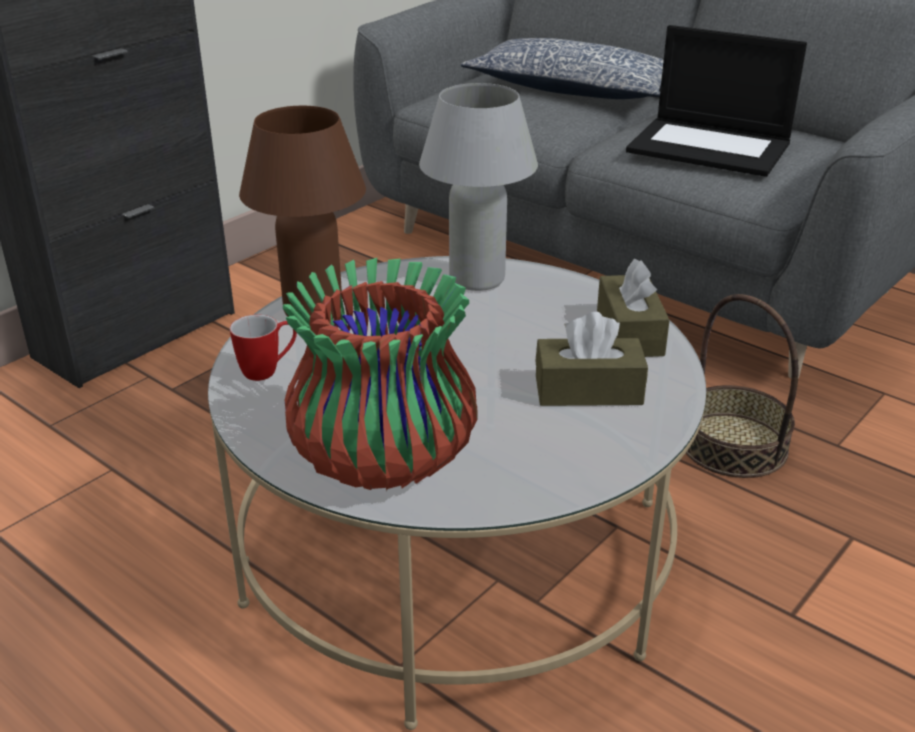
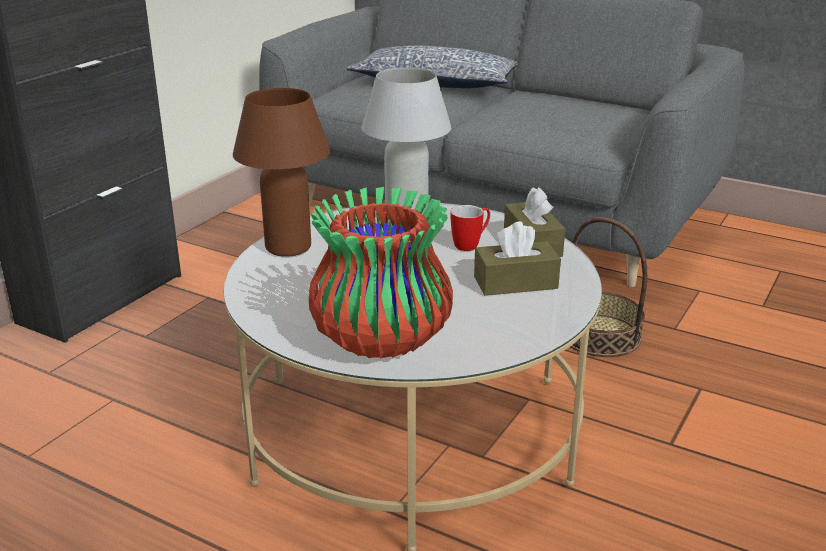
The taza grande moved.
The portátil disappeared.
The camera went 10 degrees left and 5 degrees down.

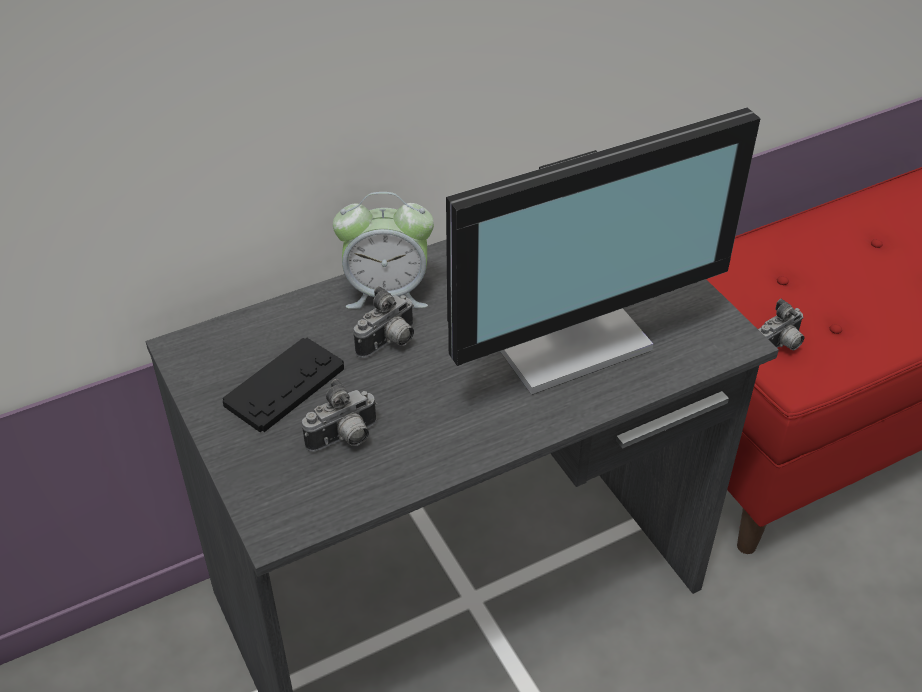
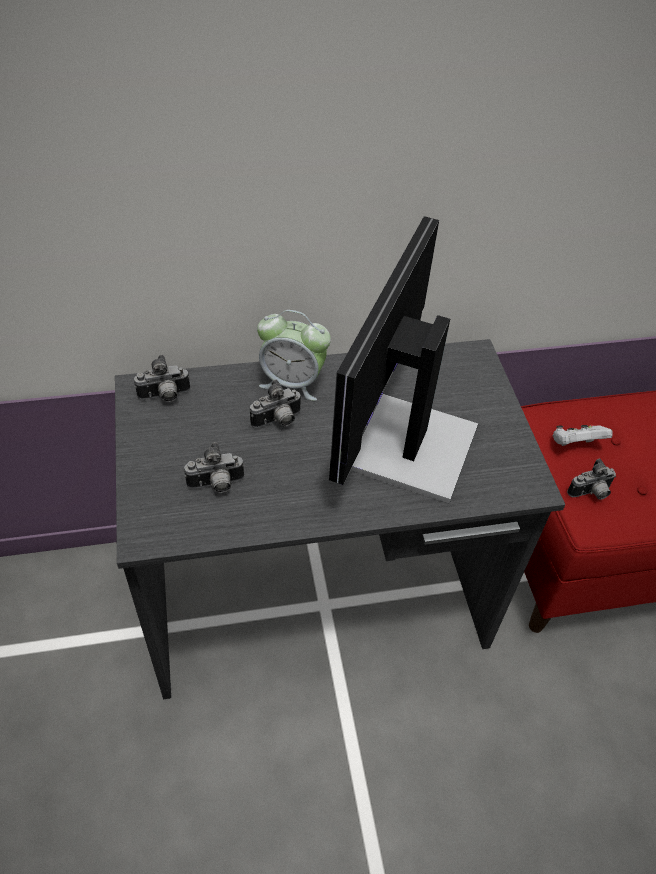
The cámara (no. 1 from left) appeared.
The monitor turned 120 degrees clockwise.
The mando de consola (blanco) appeared.
The mando de consola (negro) disappeared.
The camera went 15 degrees right and 5 degrees up.

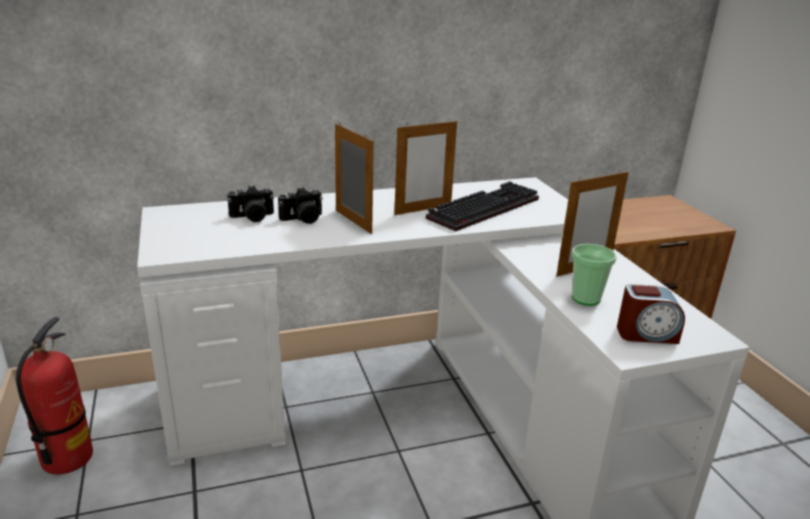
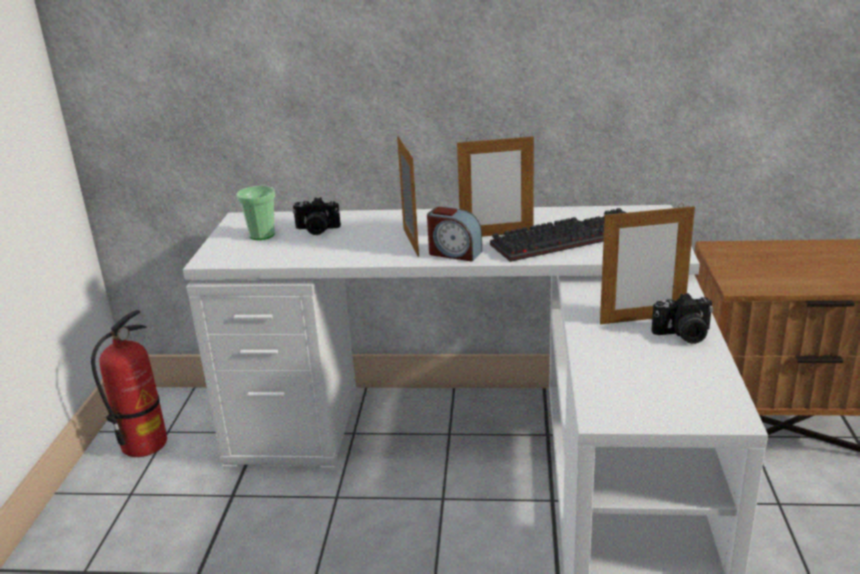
The taza moved.
The despertador moved.
The cámara (no. 2 from left) moved.
The camera went 25 degrees right and 0 degrees up.

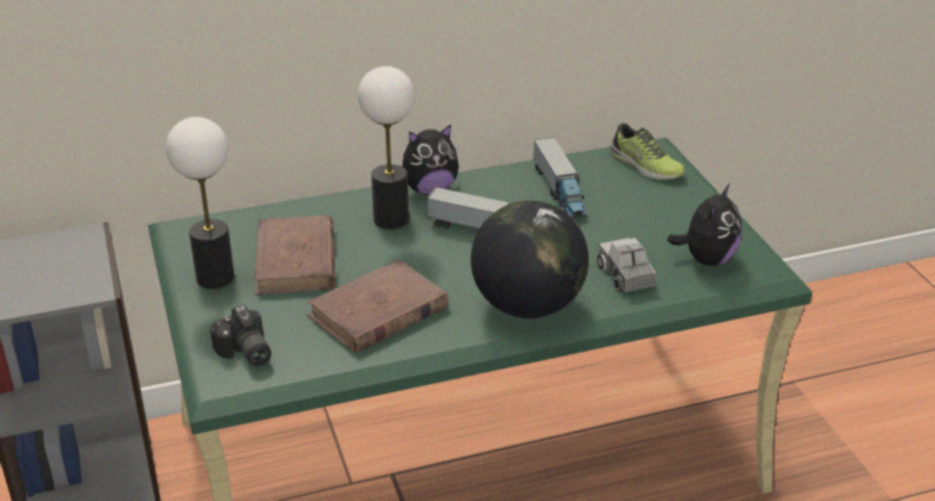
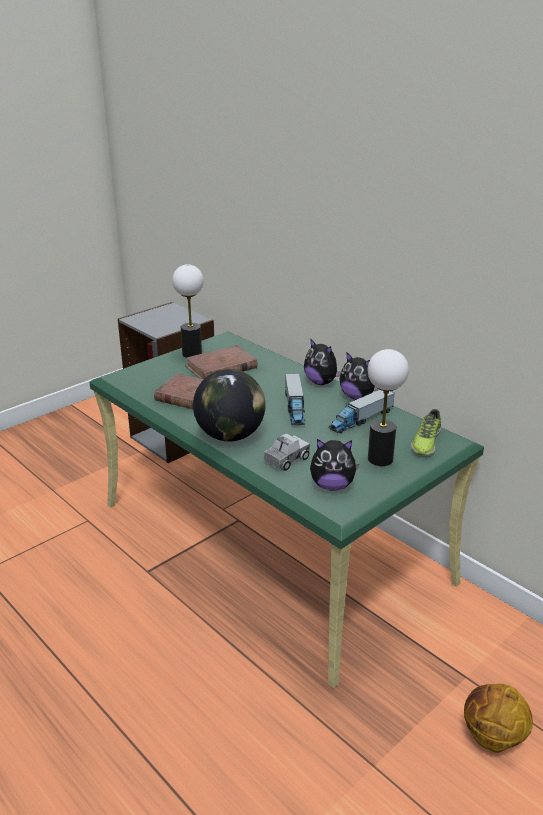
The peluche (no. 3 from left) appeared.
The lámpara de mesa (no. 2 from left) moved.
The balón de baloncesto appeared.
The cámara disappeared.
The camera went 65 degrees right and 5 degrees down.

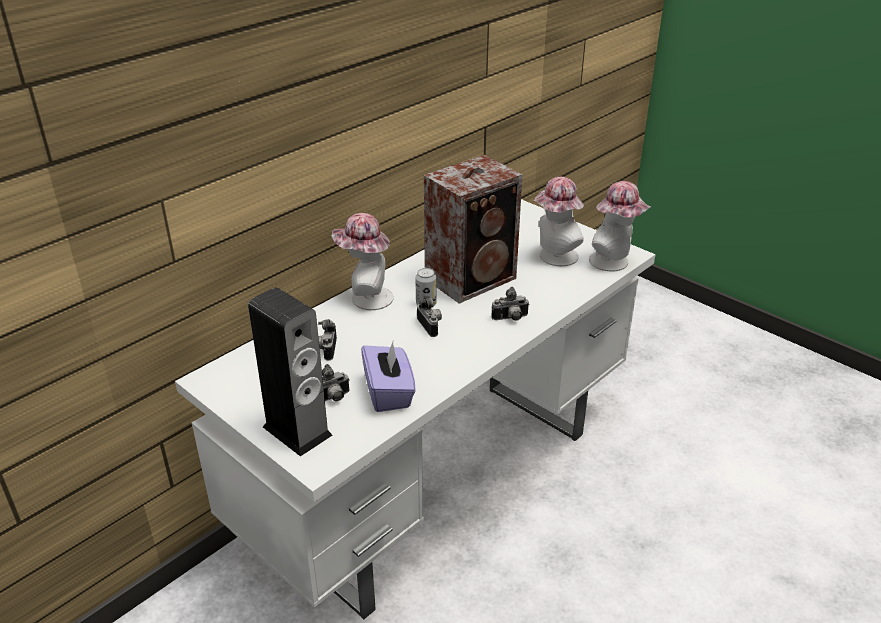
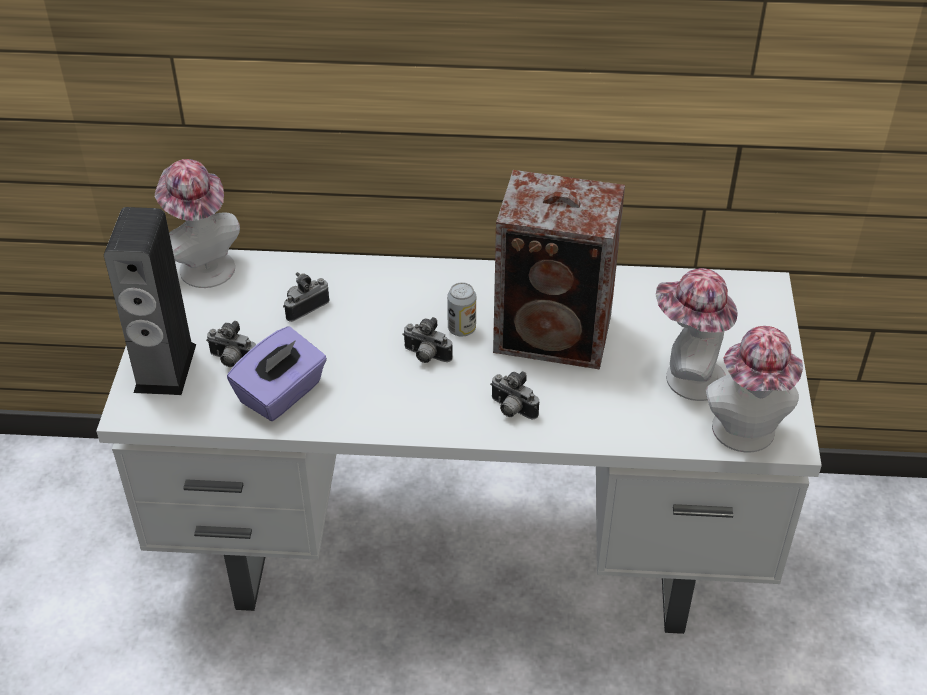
The sombrero (no. 1 from left) moved.
The cámara (no. 3 from left) turned 90 degrees clockwise.
The camera went 50 degrees right and 10 degrees up.

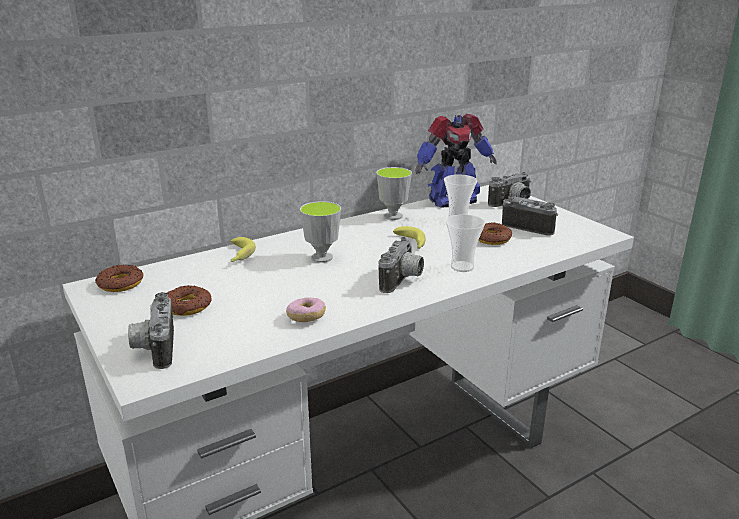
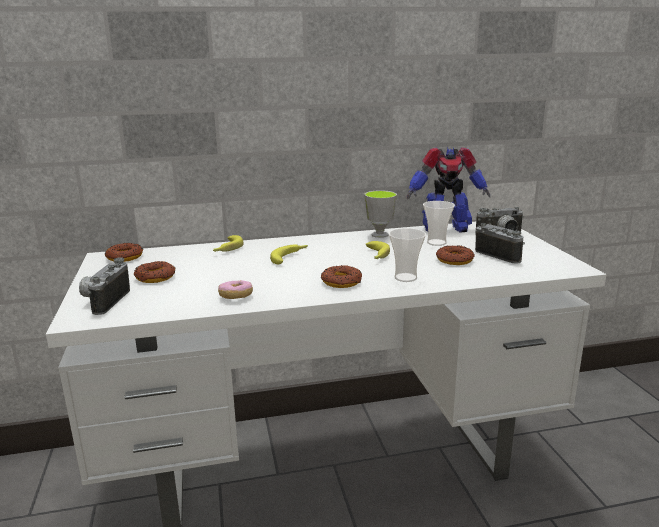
The taza (no. 1 from left) was replaced by the plátano (no. 2 from left).
The cámara (no. 2 from left) was replaced by the rosquilla (no. 4 from left).
The camera went 20 degrees right and 5 degrees down.

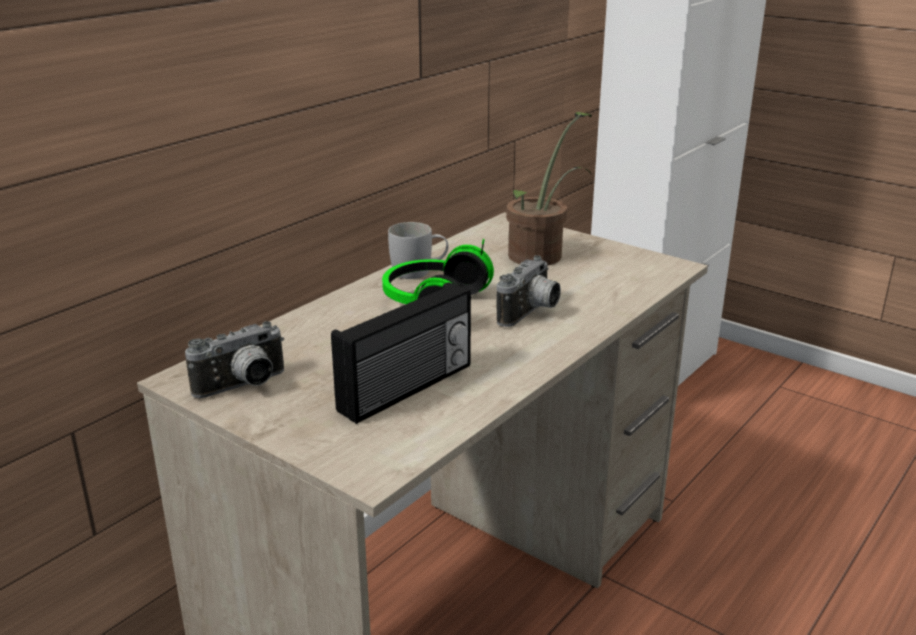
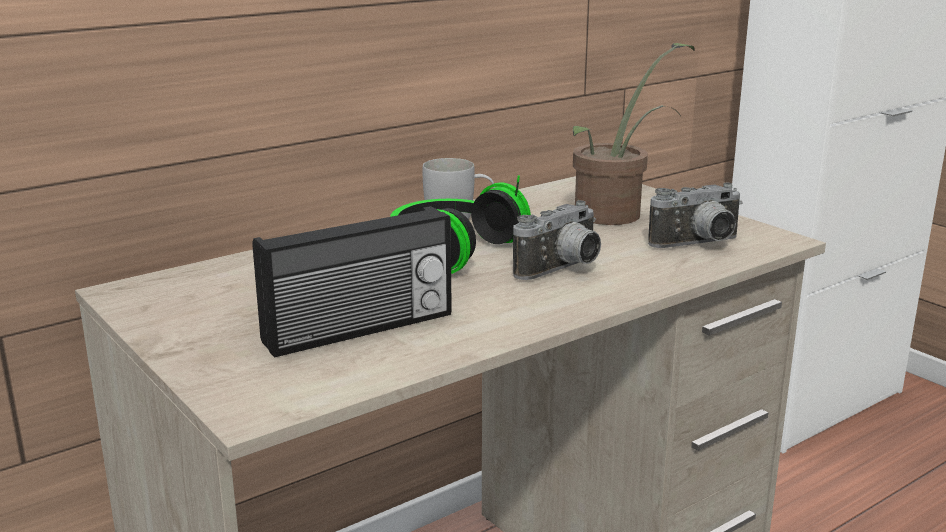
The cámara (no. 1 from left in the first image) moved.
The camera went 15 degrees right and 5 degrees down.

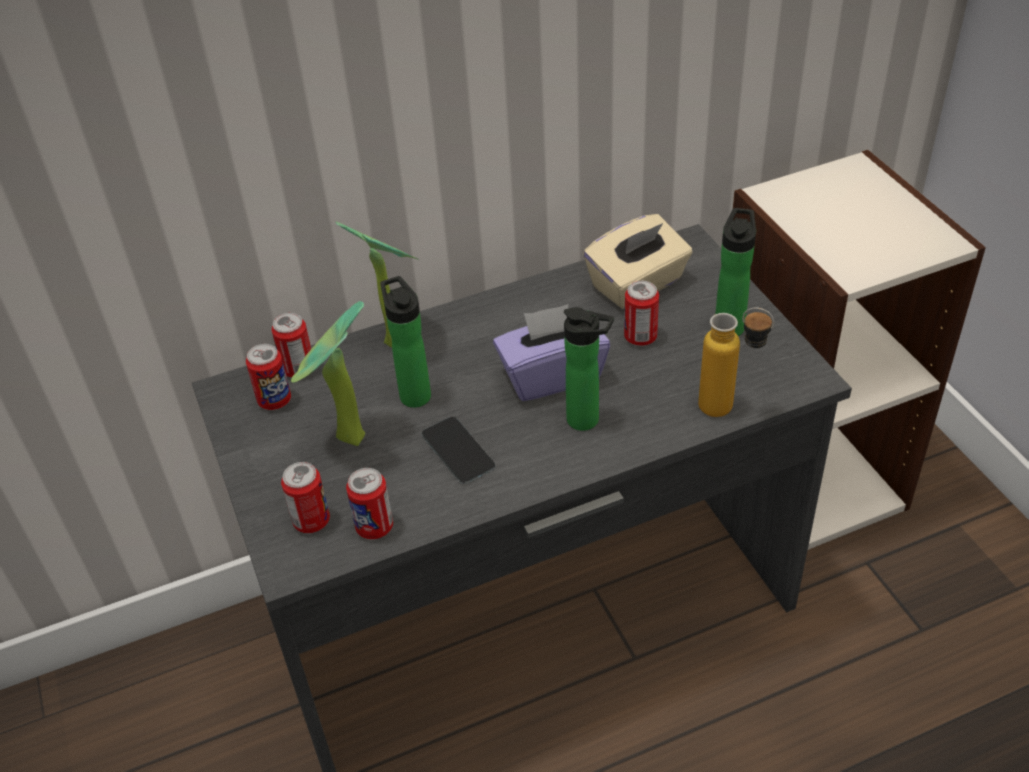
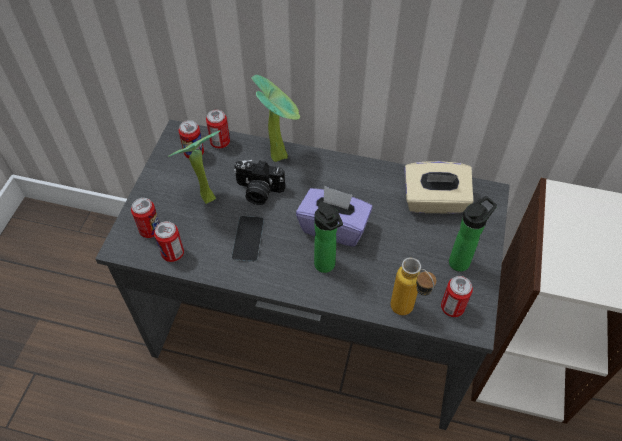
The botella (no. 1 from left) was replaced by the cámara.
The lata (no. 5 from left) moved.
The camera went 35 degrees right and 10 degrees up.

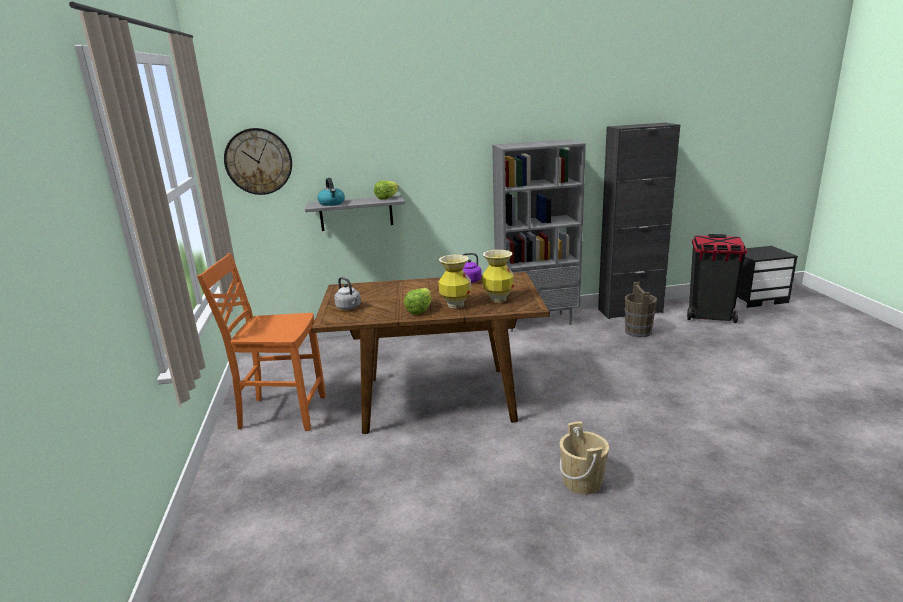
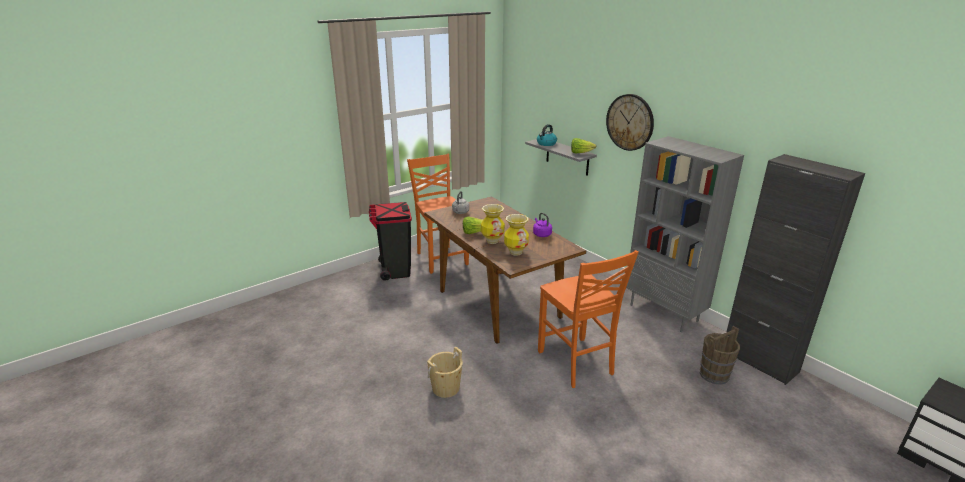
The papelera (negro) moved.
The silla (naranja) (no. 2 from left) appeared.
The reloj de pared moved.
The camera went 60 degrees right and 5 degrees up.

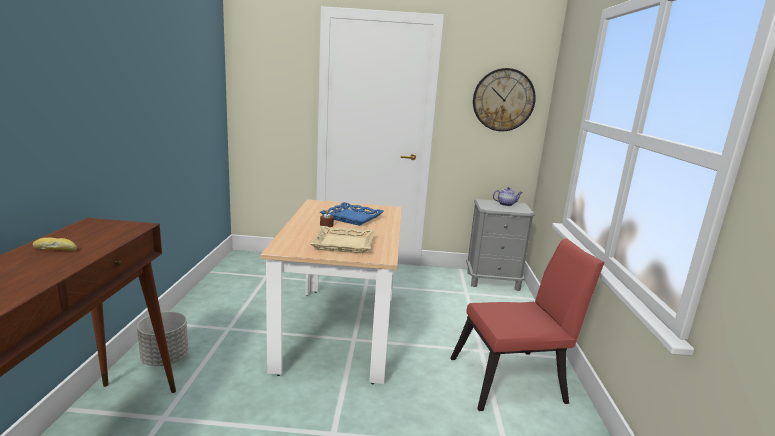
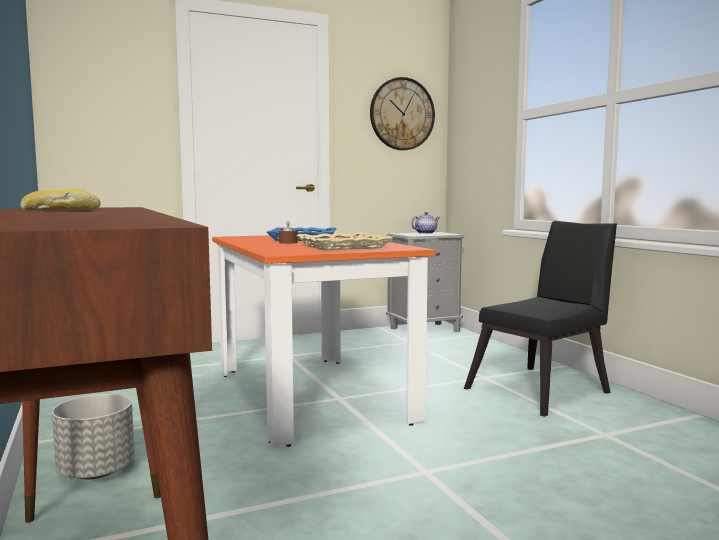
The mesa de comedor (beis) became the mesa de comedor (naranja).
The silla (rojo) became the silla (negro).
The camera went 25 degrees left and 10 degrees down.

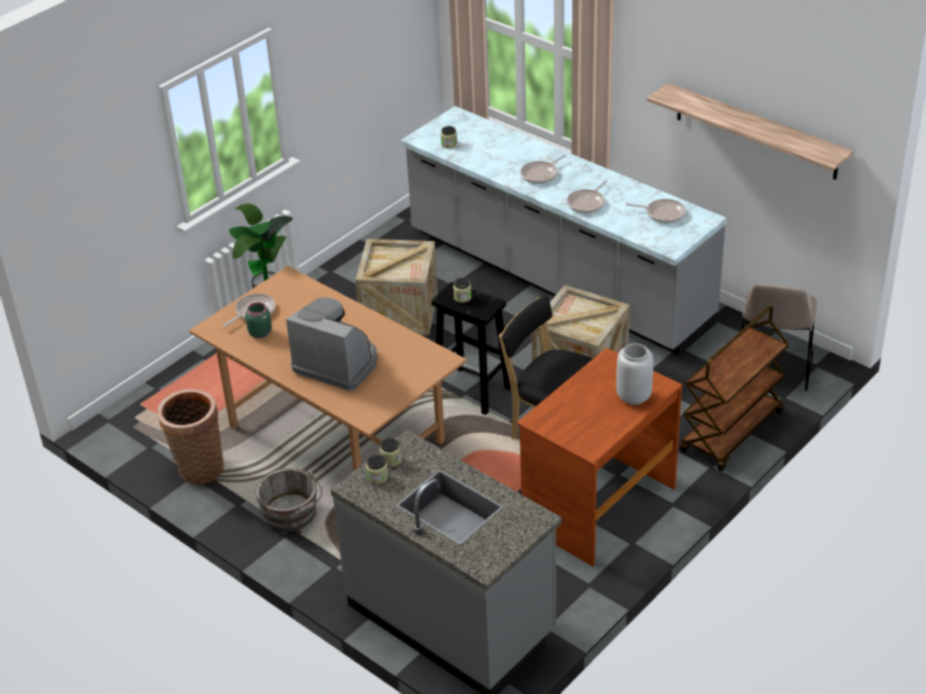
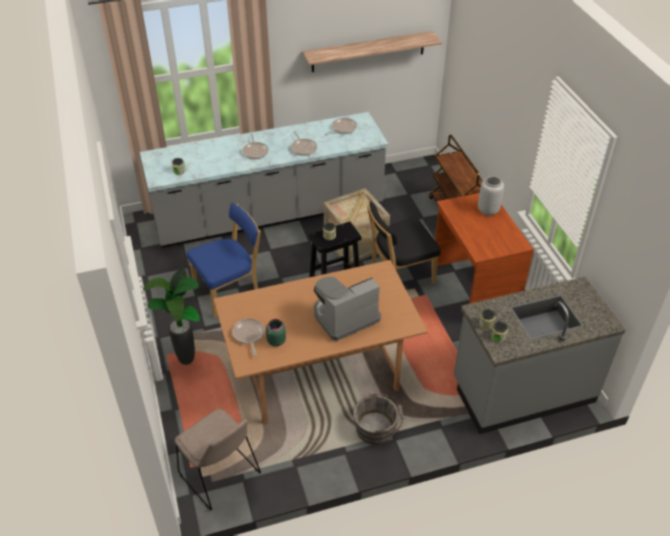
The silla (beis) moved.
The caja de embalaje (no. 1 from left) was replaced by the silla (azul).
The cesta disappeared.
The camera went 60 degrees left and 5 degrees up.

